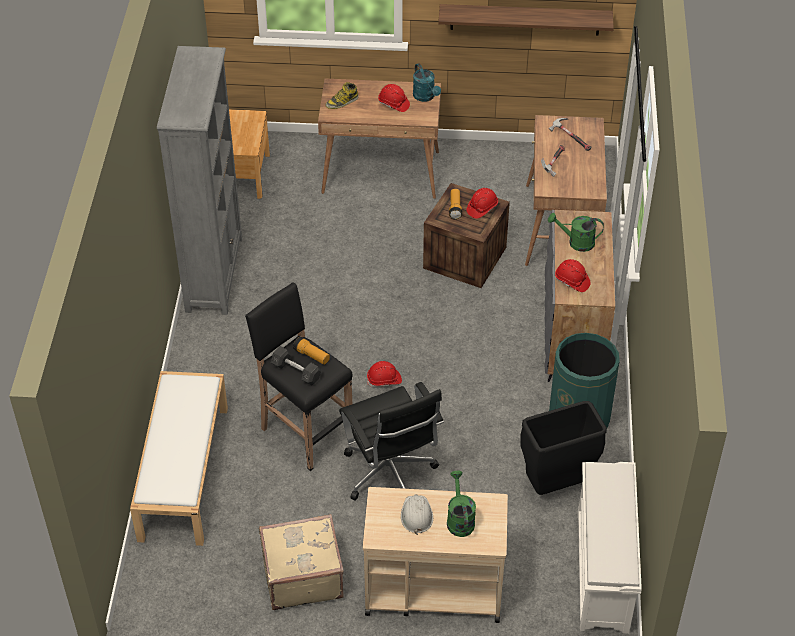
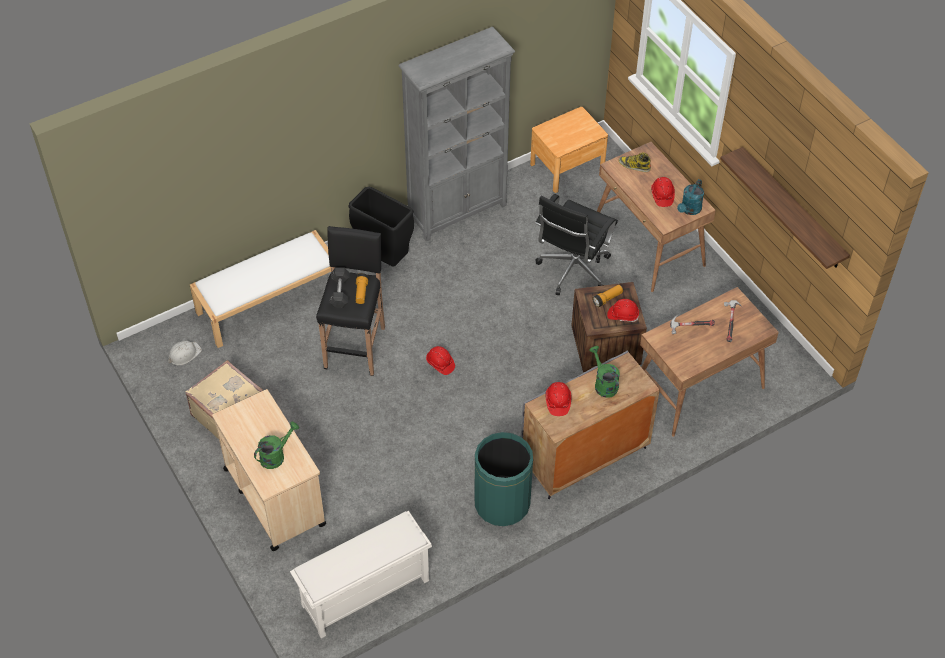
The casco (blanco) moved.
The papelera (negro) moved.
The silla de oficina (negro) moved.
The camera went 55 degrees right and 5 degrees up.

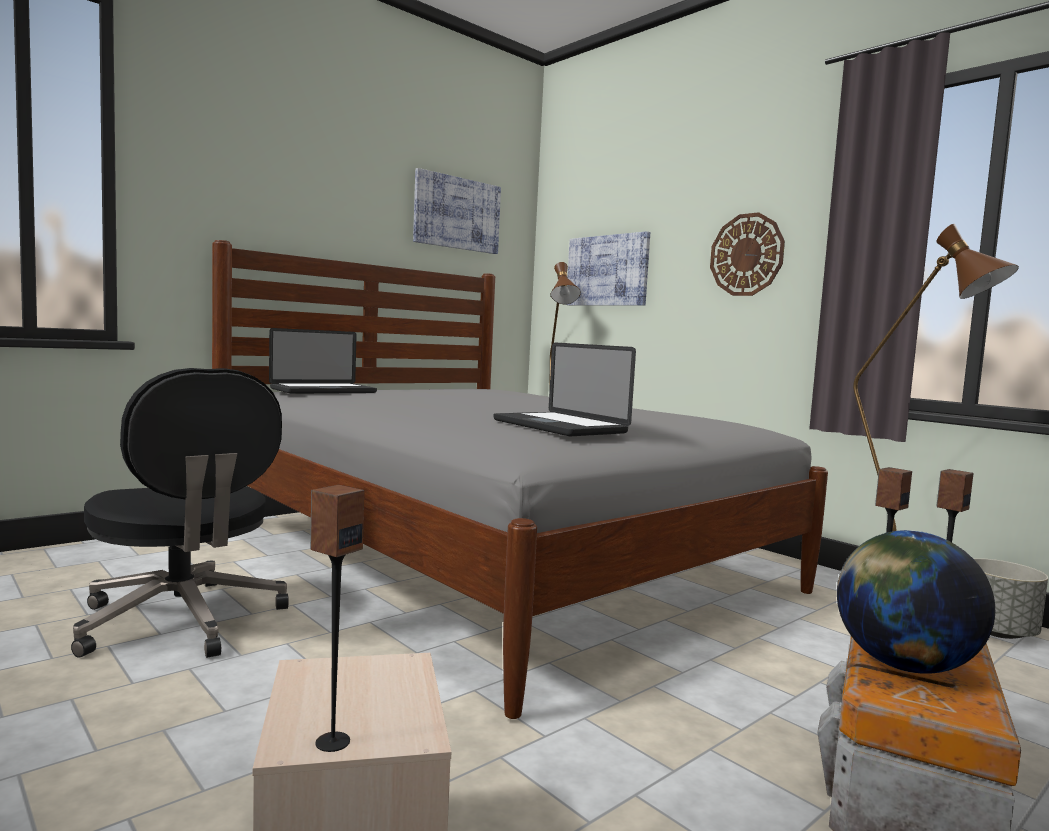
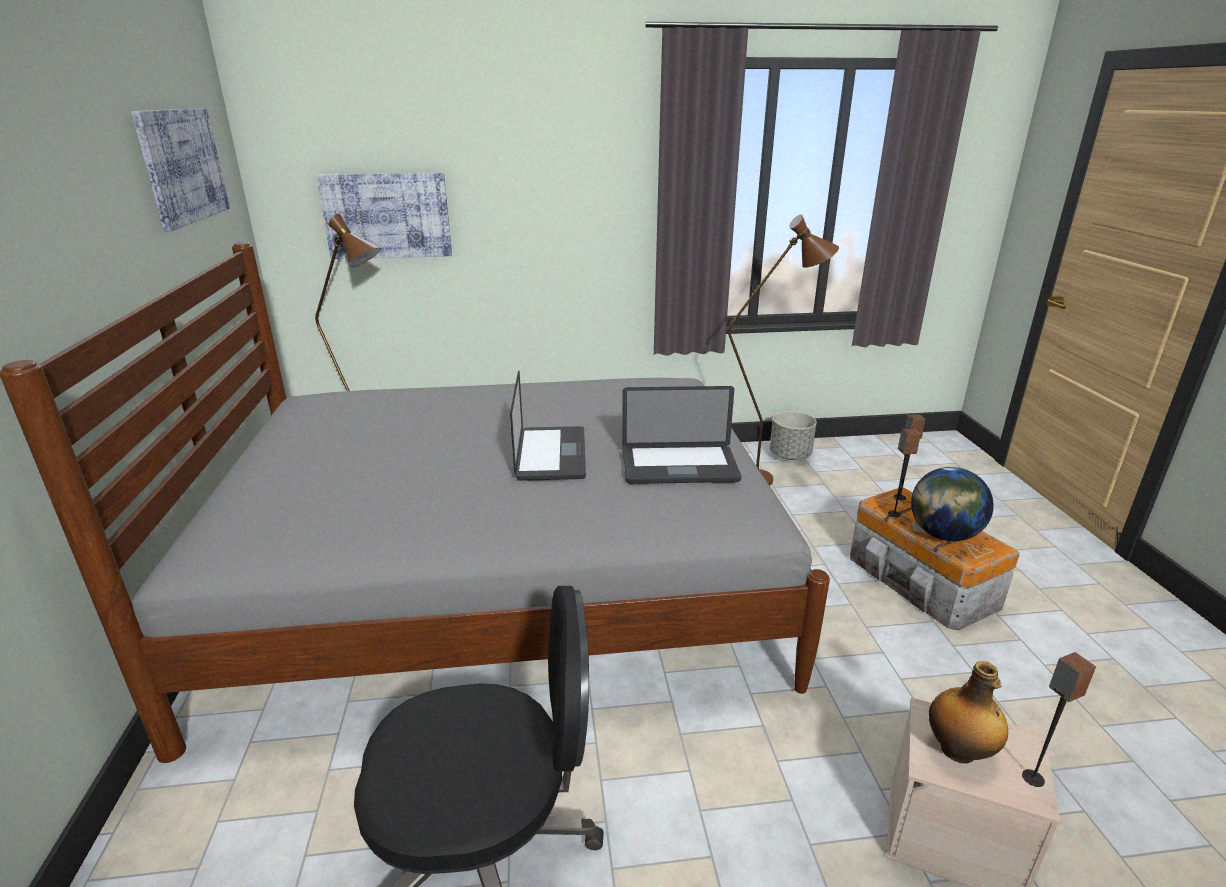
The portátil (no. 1 from left) moved.
The botella appeared.
The reloj de pared disappeared.
The camera went 55 degrees left and 20 degrees up.

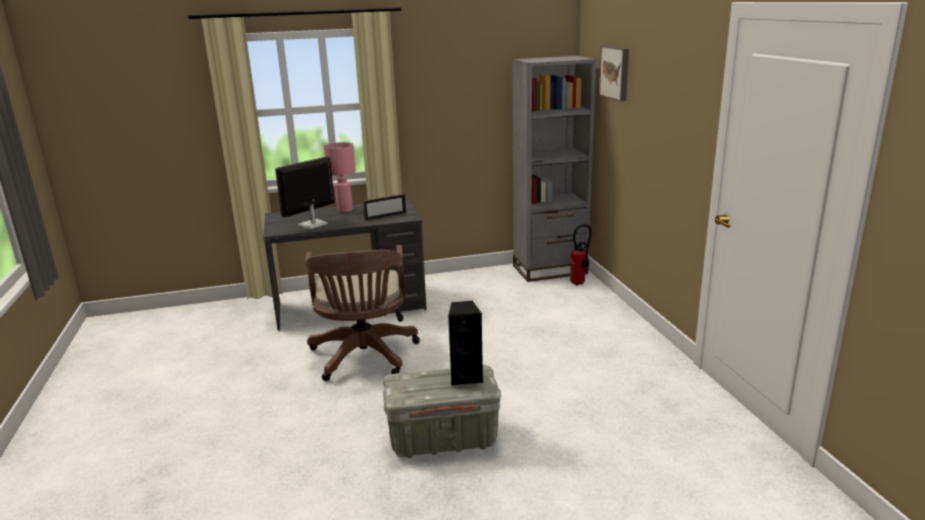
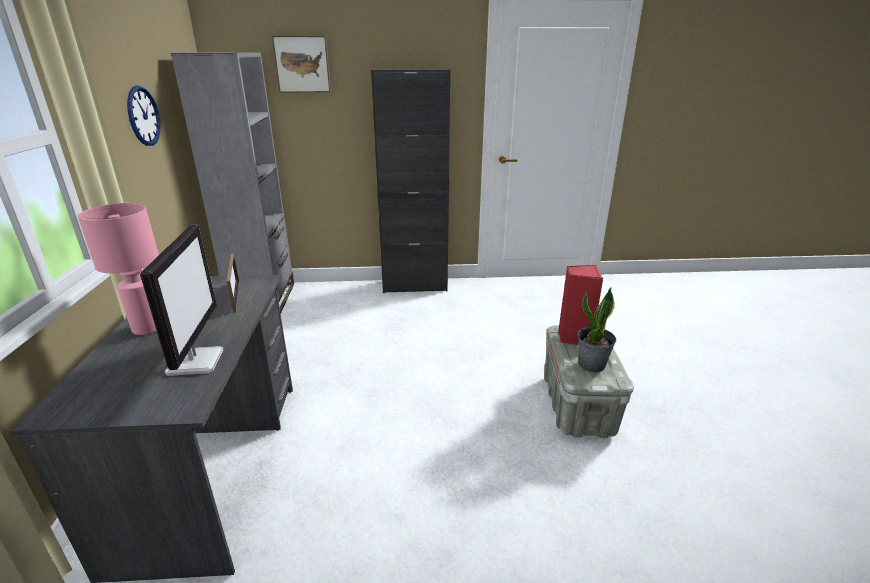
The reloj de pared appeared.
The monitor turned 150 degrees counterclockwise.
The armario (negro) appeared.
The altavoz (negro) became the altavoz (rojo).
The planta en maceta appeared.
The silla de oficina (marrón) disappeared.
The extintor disappeared.
The camera went 80 degrees left and 5 degrees up.

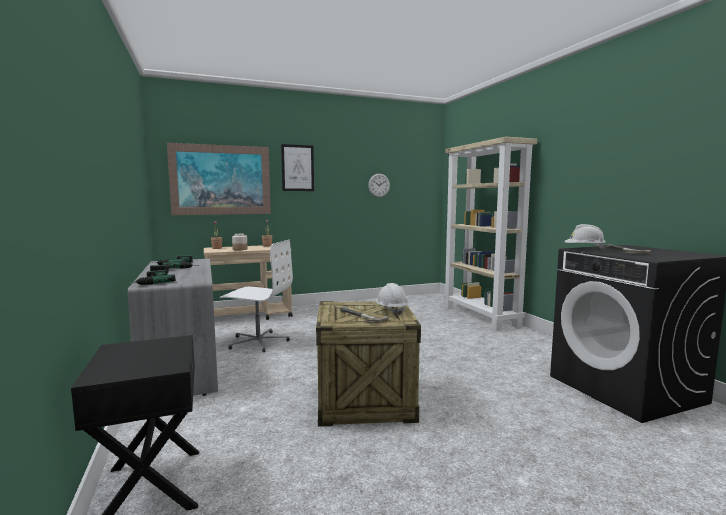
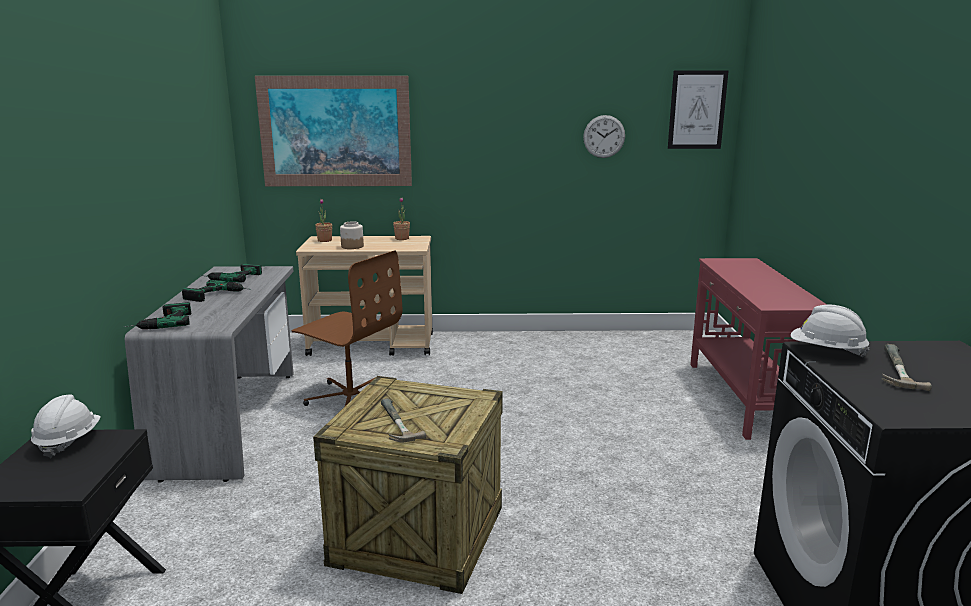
The casco (blanco) (no. 1 from left) moved.
The silla de oficina (blanco) became the silla de oficina (marrón).
The cuadro (no. 2 from left) moved.
The estantería (beis) was replaced by the mesa consola (rojo).
The camera went 20 degrees right and 10 degrees up.

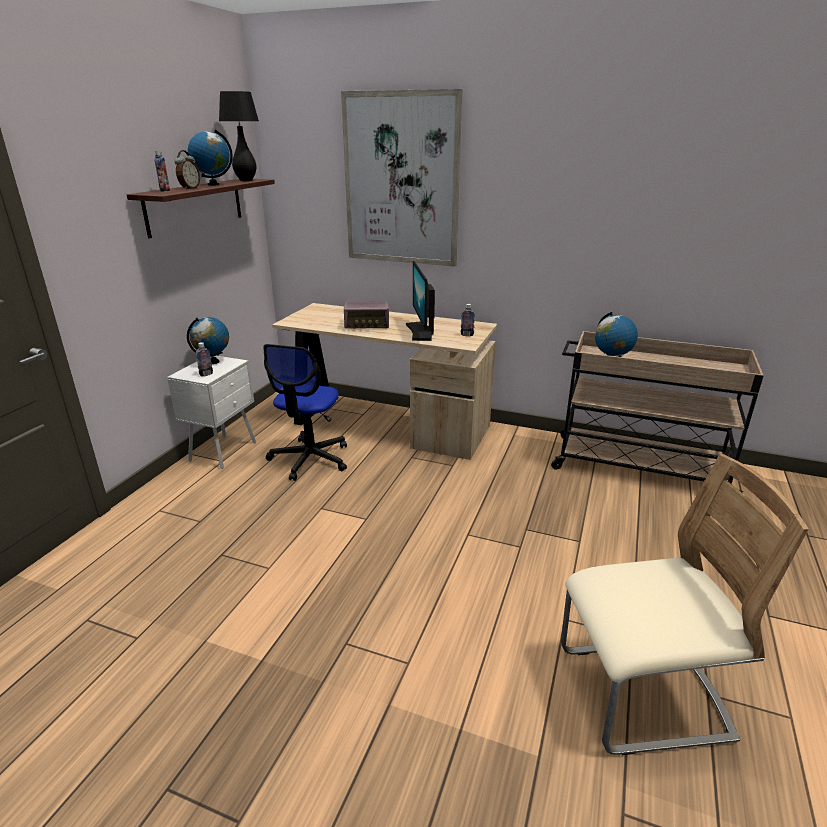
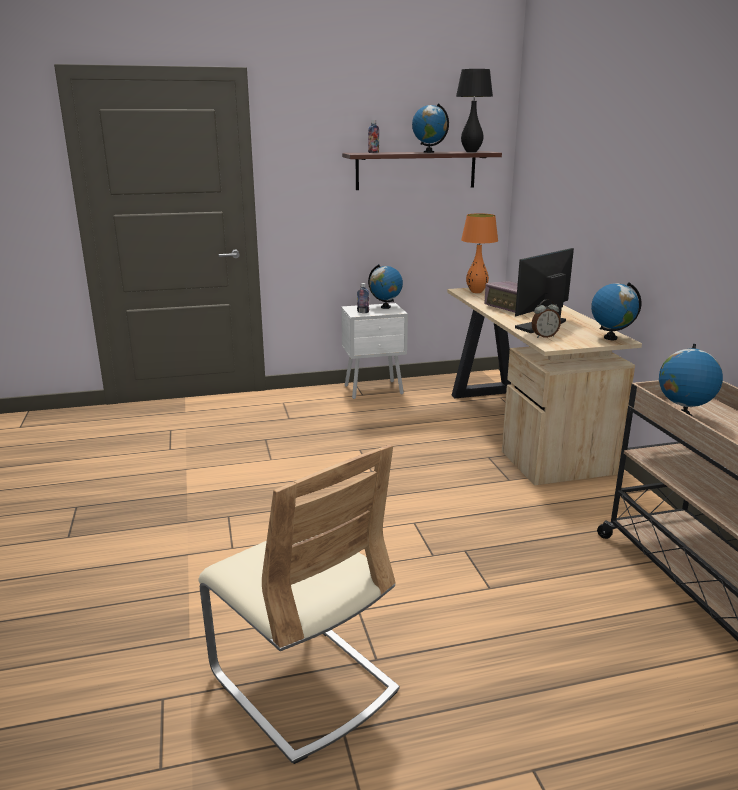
The lámpara de mesa (naranja) appeared.
The despertador moved.
The globo terráqueo (no. 3 from left) appeared.
The silla de oficina disappeared.
The cuadro disappeared.
The botella (no. 3 from left) disappeared.
The camera went 55 degrees right and 5 degrees down.

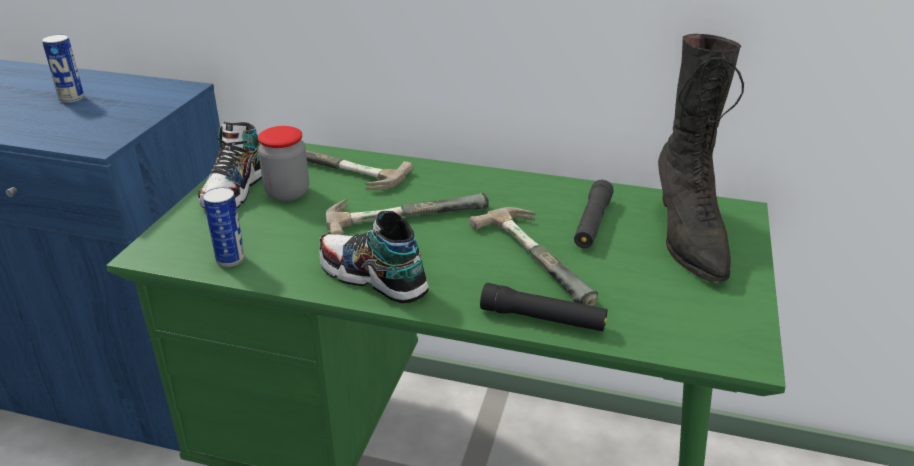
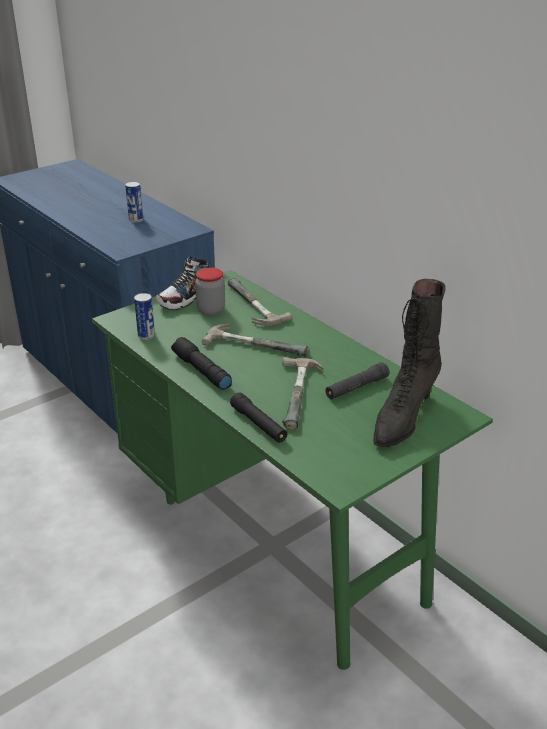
The zapato (no. 2 from left) was replaced by the linterna (negro) (no. 1 from left).
The camera went 35 degrees right and 0 degrees up.

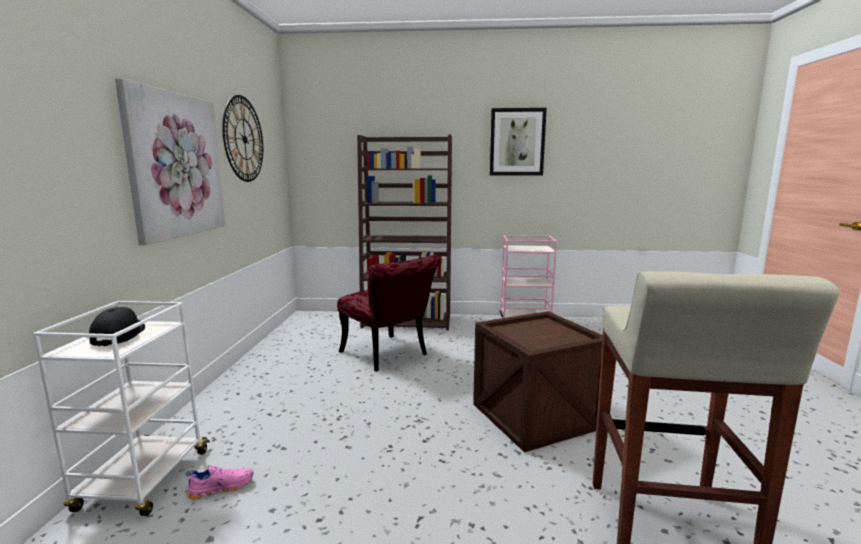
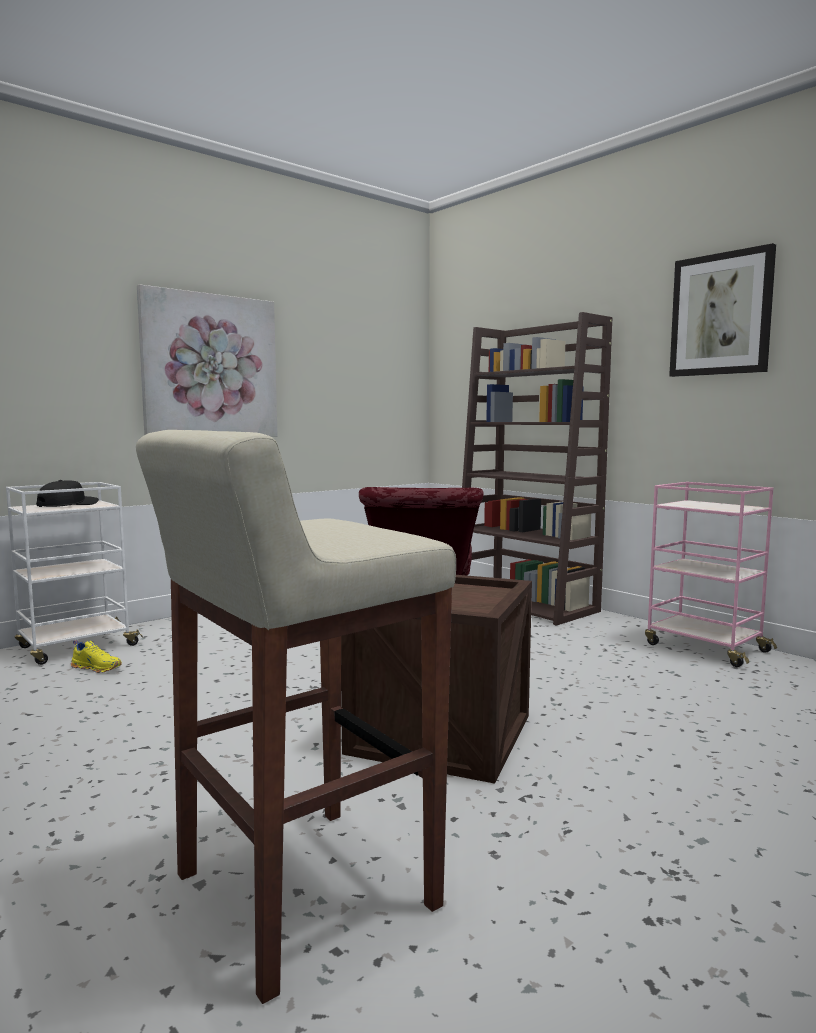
The zapato (rosa) became the zapato (amarillo).
The reloj de pared disappeared.
The camera went 45 degrees right and 5 degrees down.

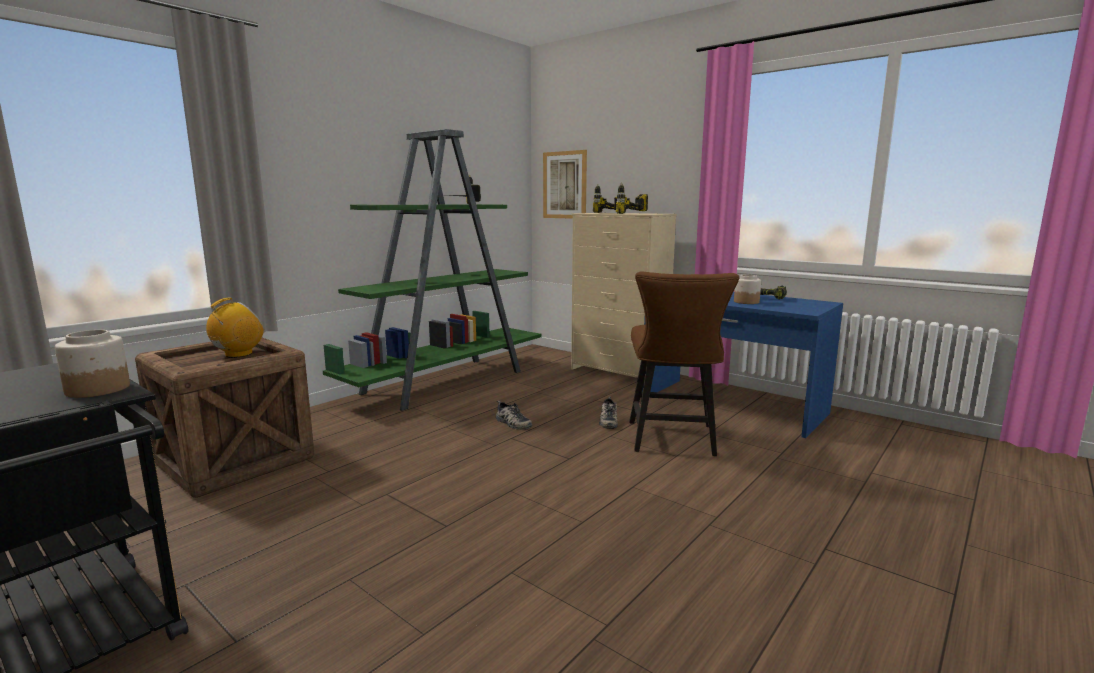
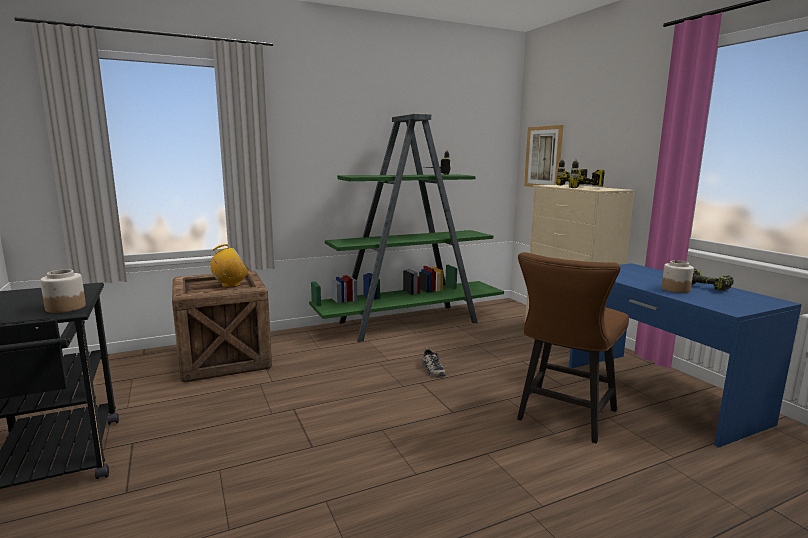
The zapato (no. 2 from left) disappeared.
The camera went 25 degrees right and 0 degrees up.

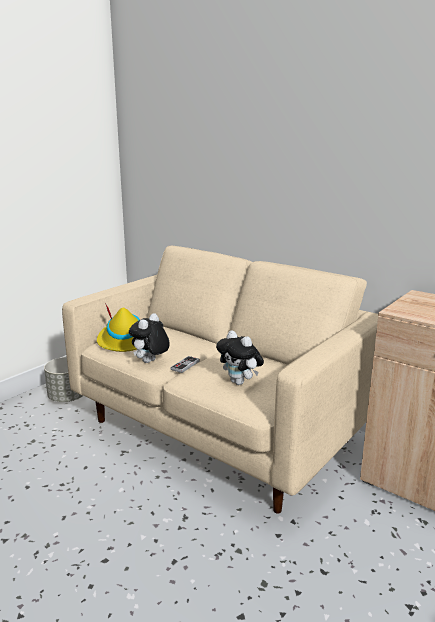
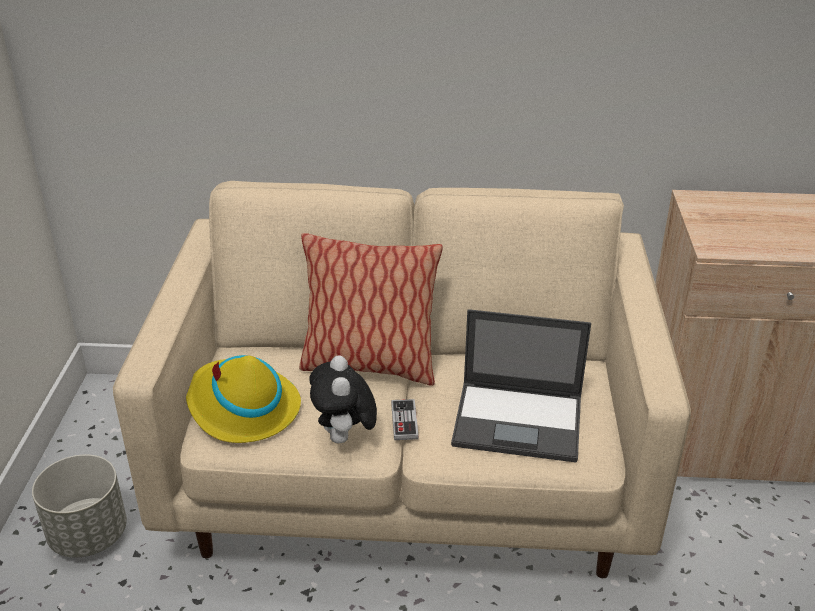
The cojín appeared.
The peluche (no. 2 from left) was replaced by the portátil.
The camera went 35 degrees left and 15 degrees up.

